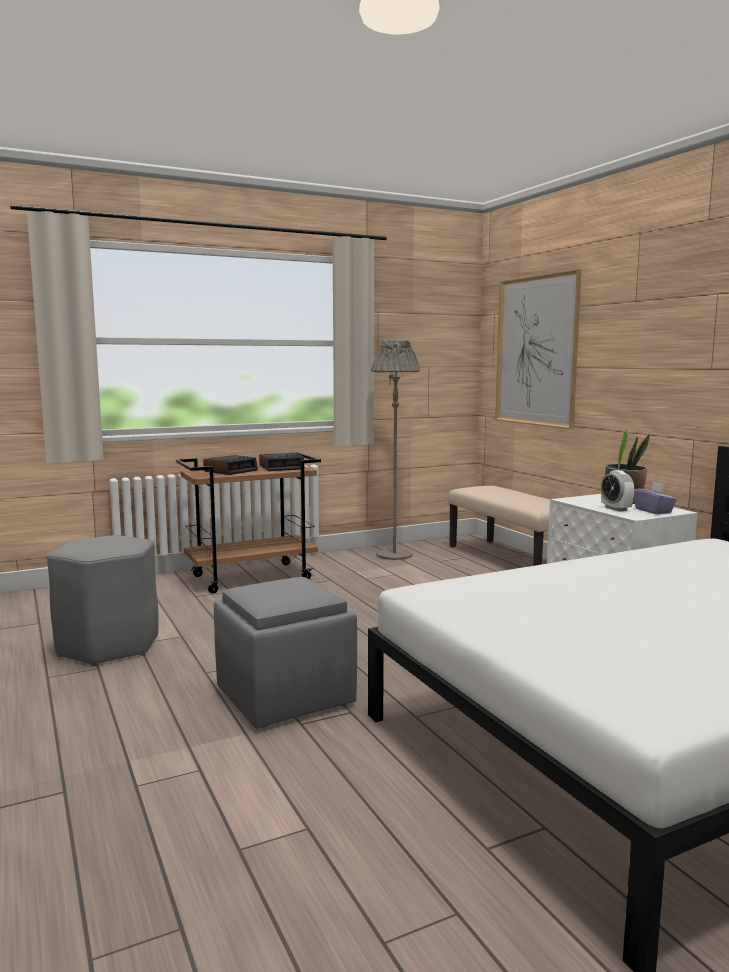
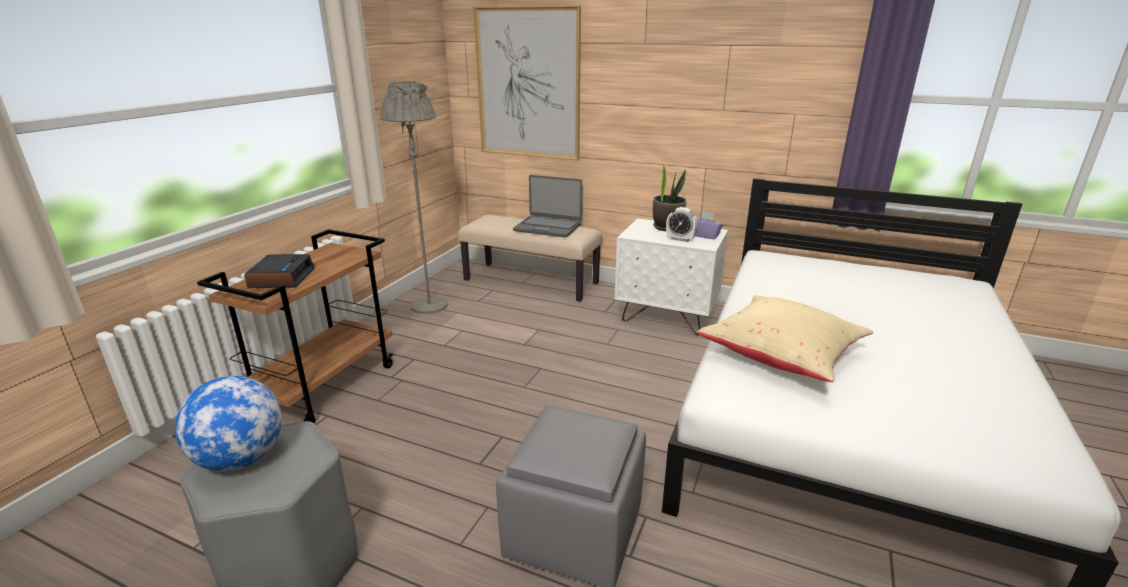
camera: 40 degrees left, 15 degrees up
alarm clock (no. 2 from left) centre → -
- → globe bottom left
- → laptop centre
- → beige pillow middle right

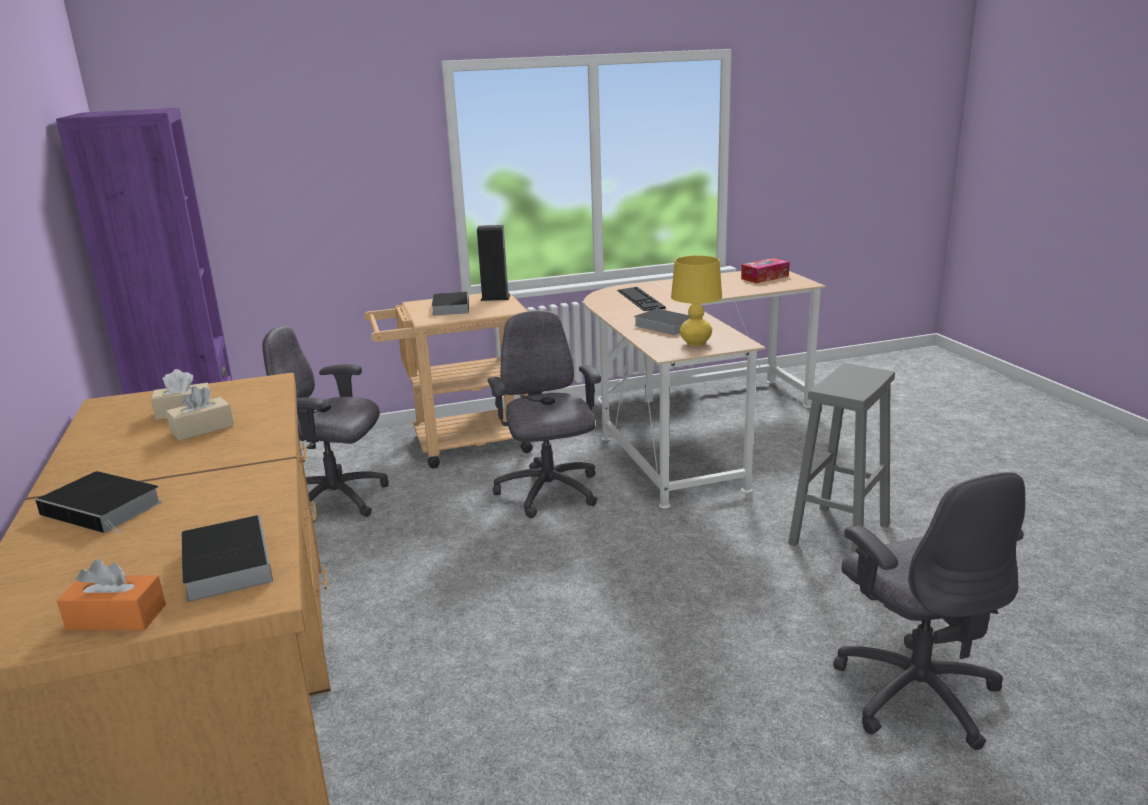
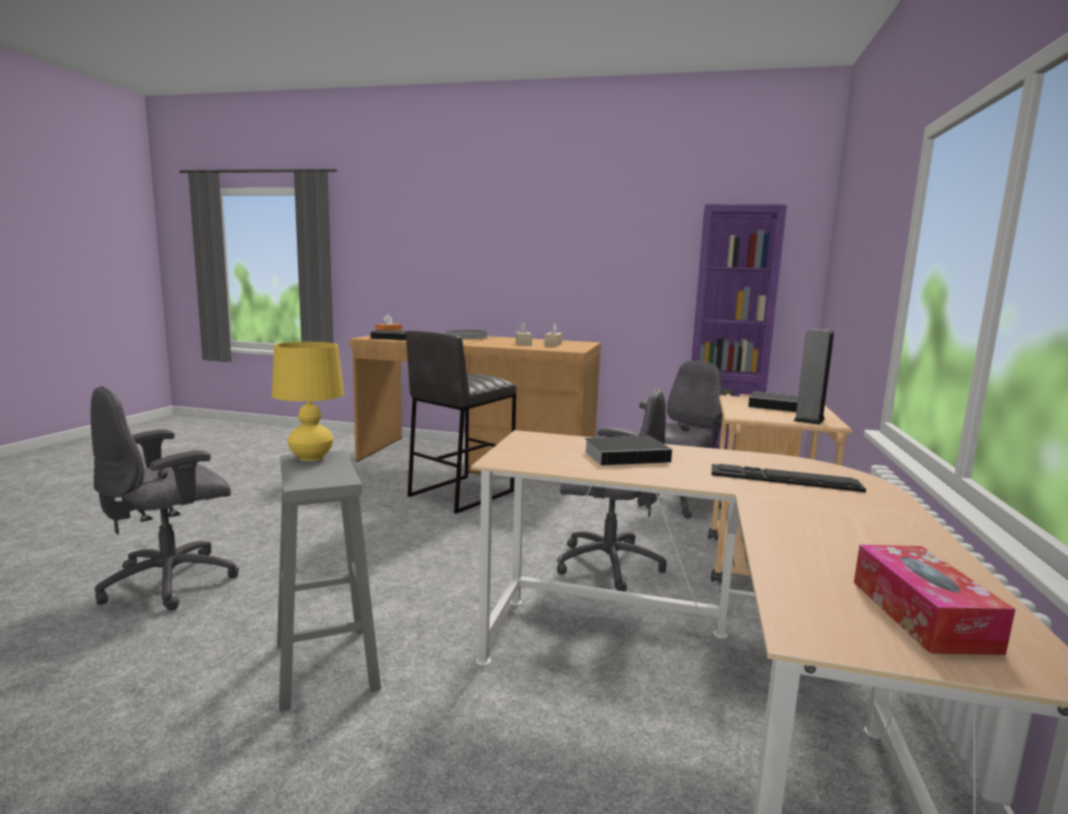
camera: 120 degrees right, 10 degrees down
yellow table lamp centre → yellow table lamp middle left, shifted
grey office chair (no. 3 from left in the first image) bottom right → grey office chair (no. 1 from left) middle left, 60 degrees counterclockwise
- → grey stool (no. 2 from left) centre

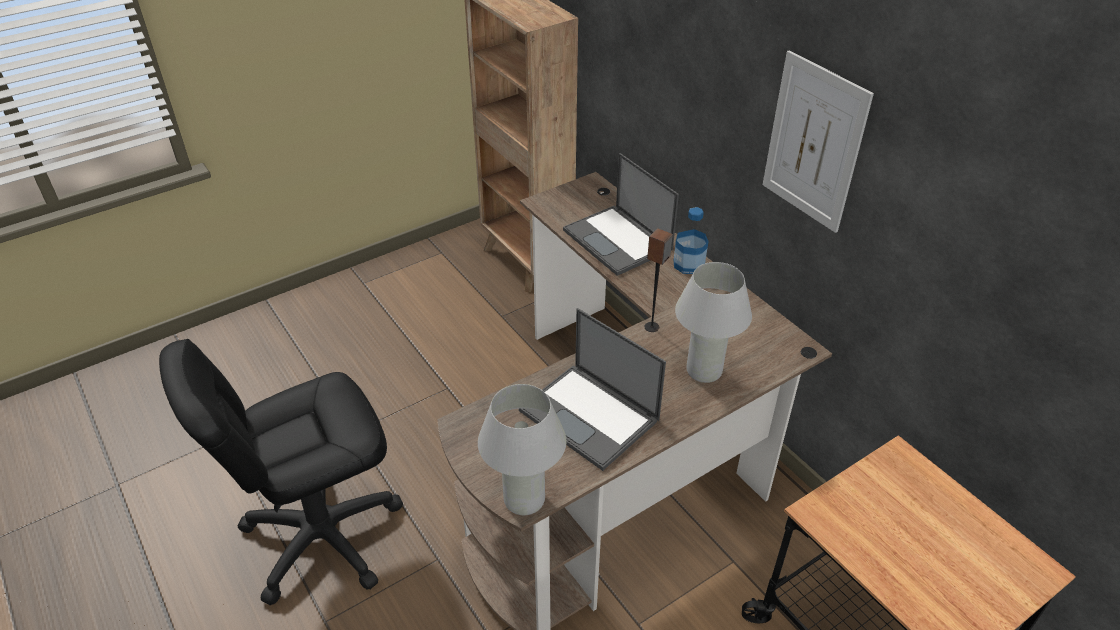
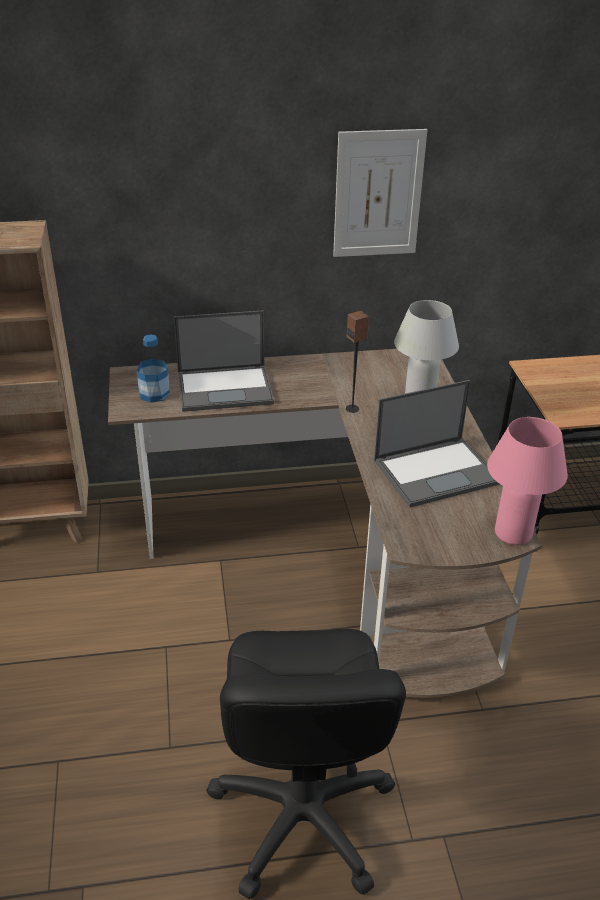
camera: 65 degrees left, 5 degrees down
white table lamp (no. 1 from left) bottom centre → pink table lamp middle right
bottle centre → bottle middle left, shifted

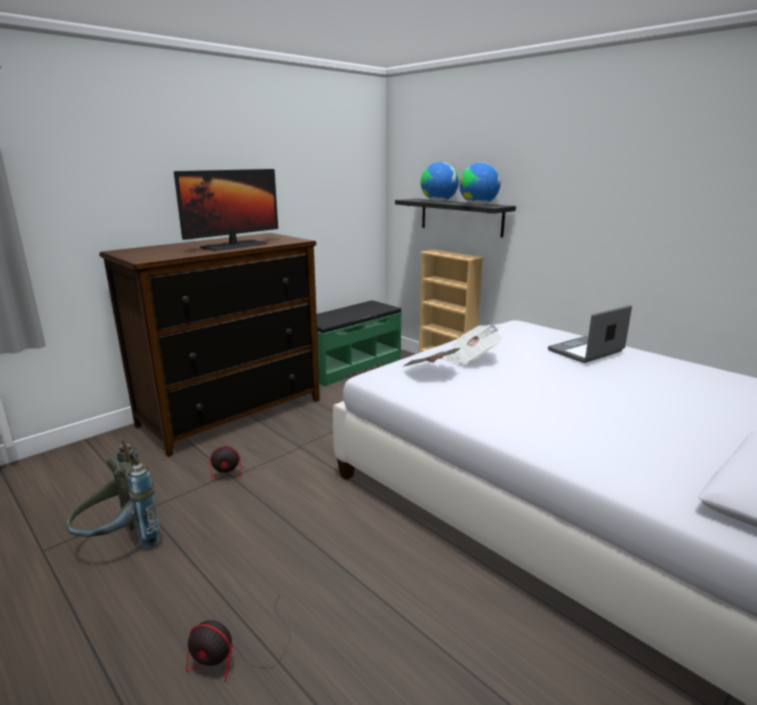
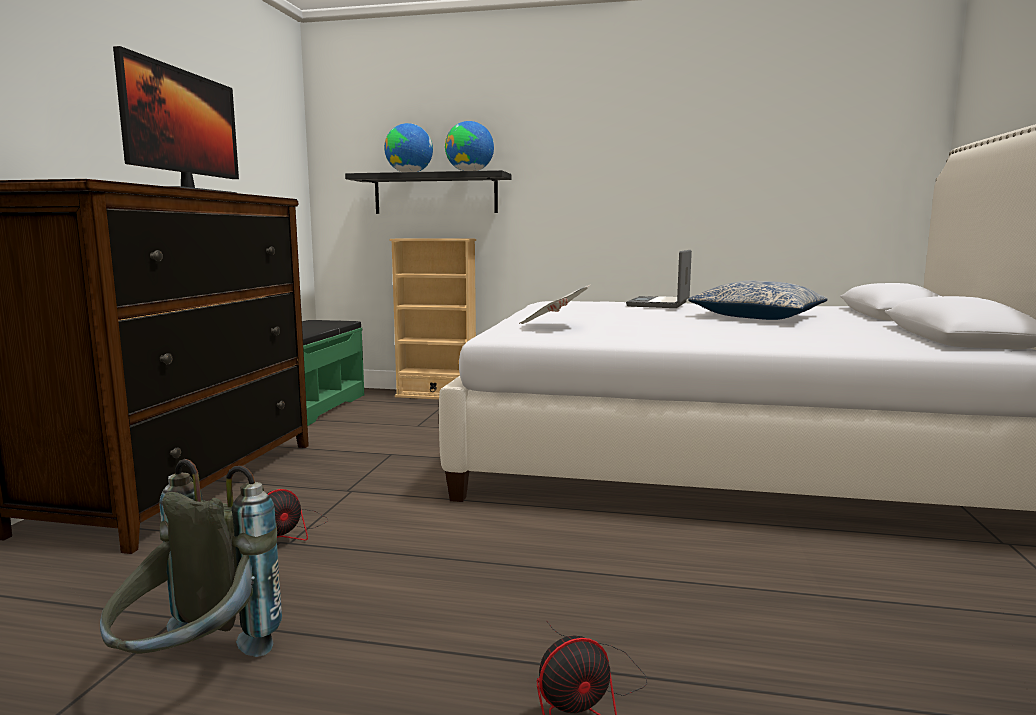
camera: 35 degrees left, 10 degrees down
newspaper (no. 2 from left) centre → -
- → pillow middle right

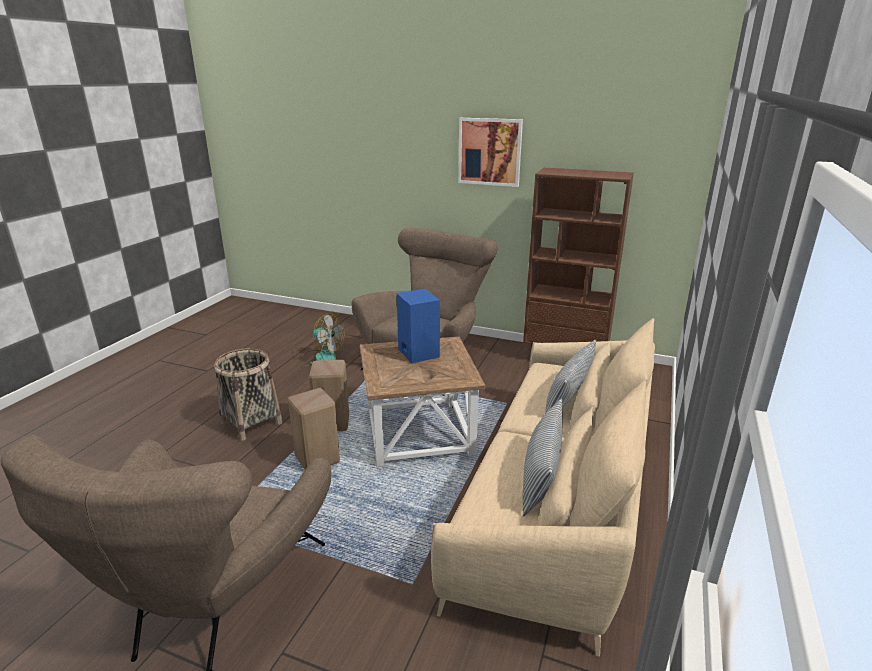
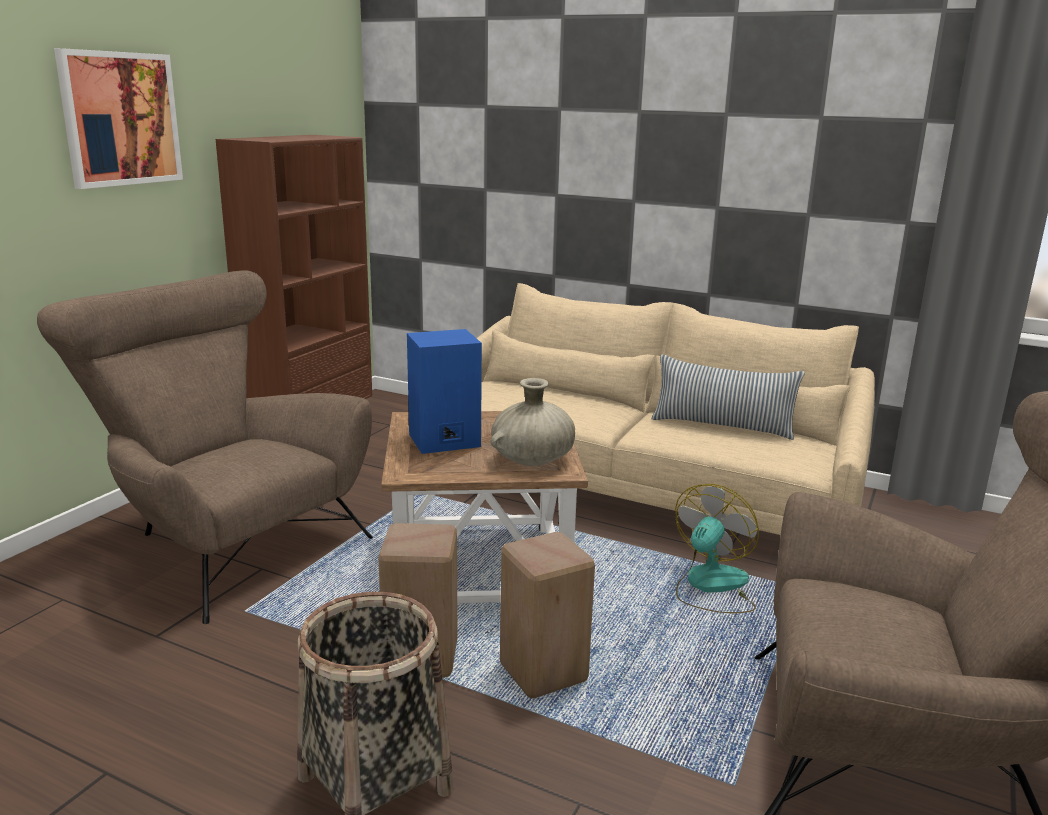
camera: 85 degrees left, 5 degrees down
fan centre → fan bottom right, shifted
pillow (no. 2 from left) centre → -
- → beige vase centre

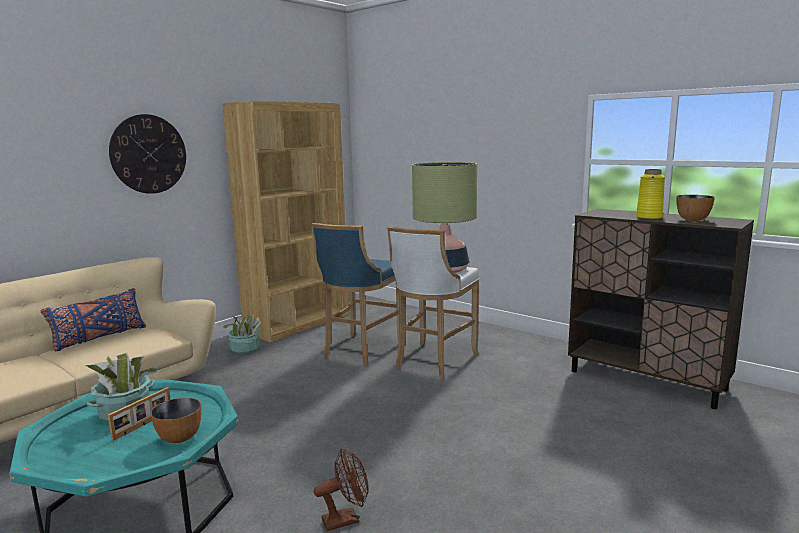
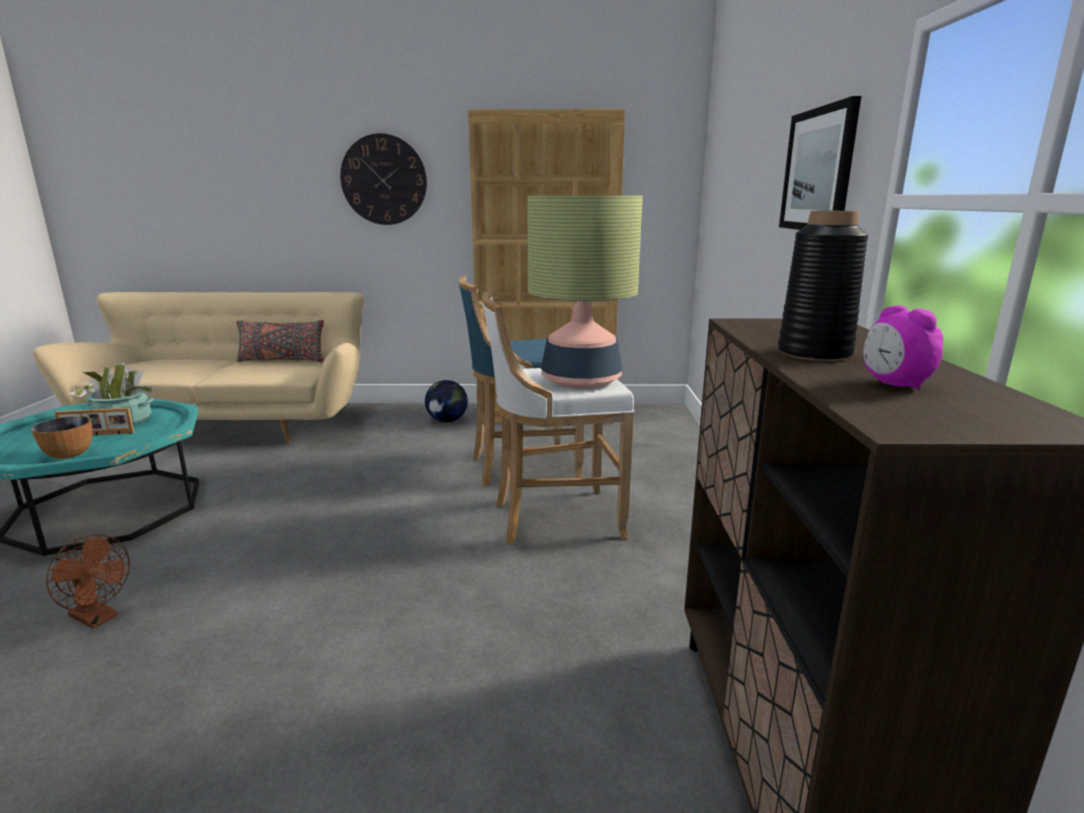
camera: 50 degrees right, 5 degrees up
blue pillow middle left → grey pillow middle left
potted plant (no. 2 from left) middle left → globe centre
yellow vase middle right → black vase middle right
bowl (no. 2 from left) middle right → alarm clock middle right
- → picture top right

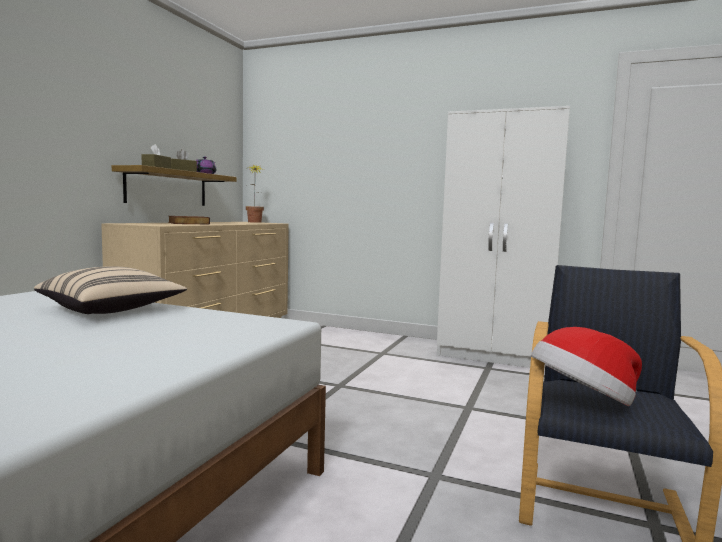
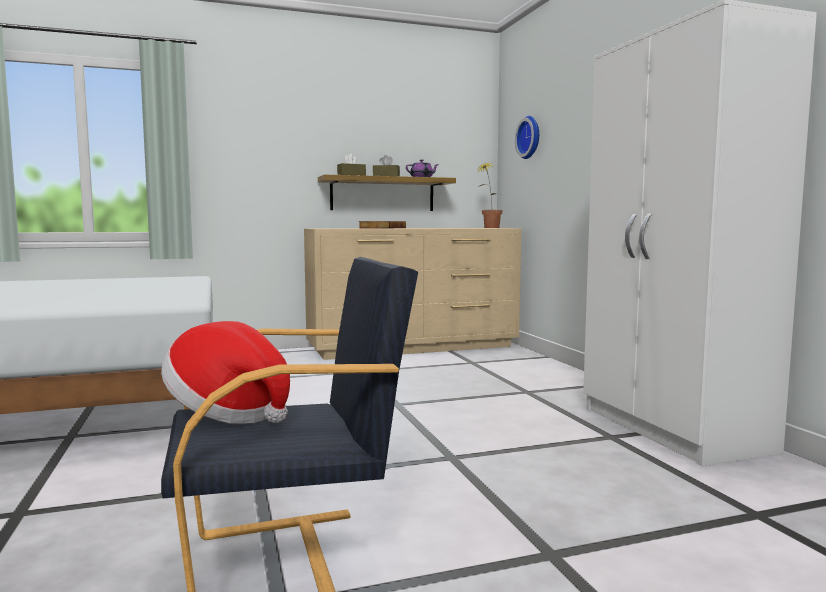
camera: 50 degrees right, 0 degrees up
beige pillow middle left → -
- → wall clock top centre

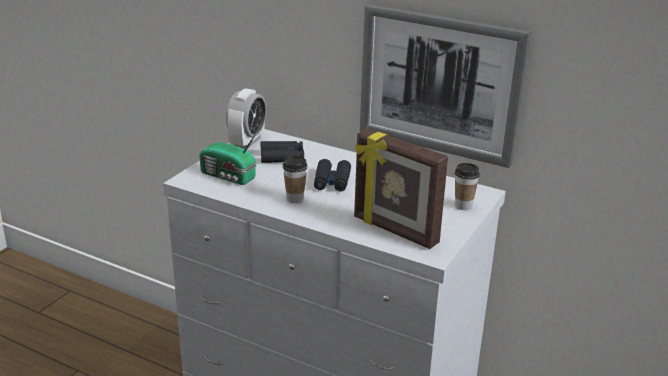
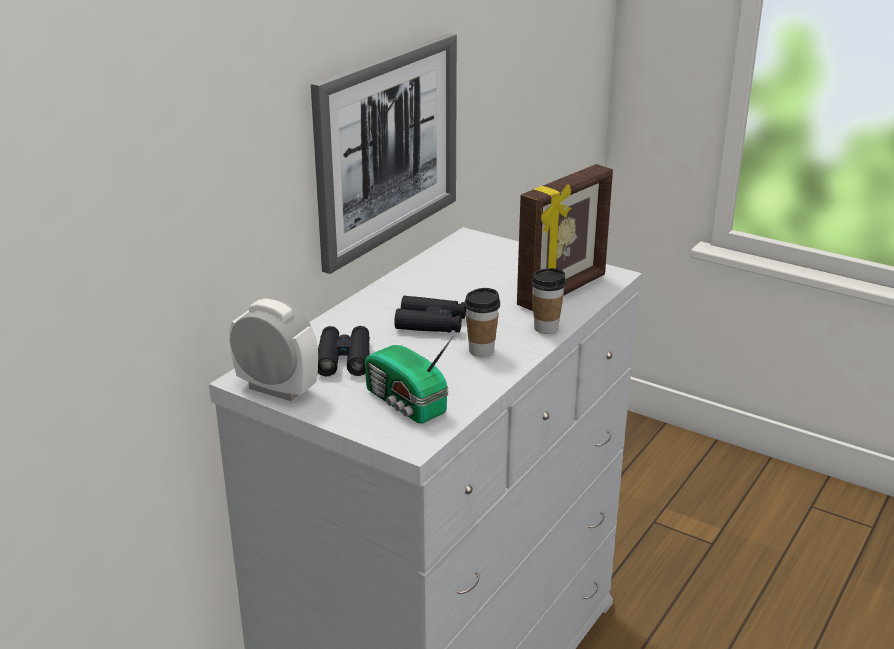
camera: 85 degrees left, 0 degrees up
radio centre, 105 degrees clockwise
cup (no. 2 from left) middle right → cup (no. 2 from left) centre, shifted

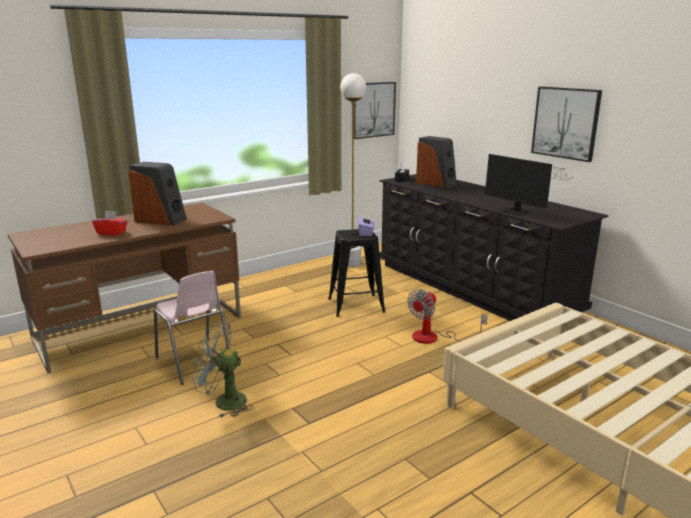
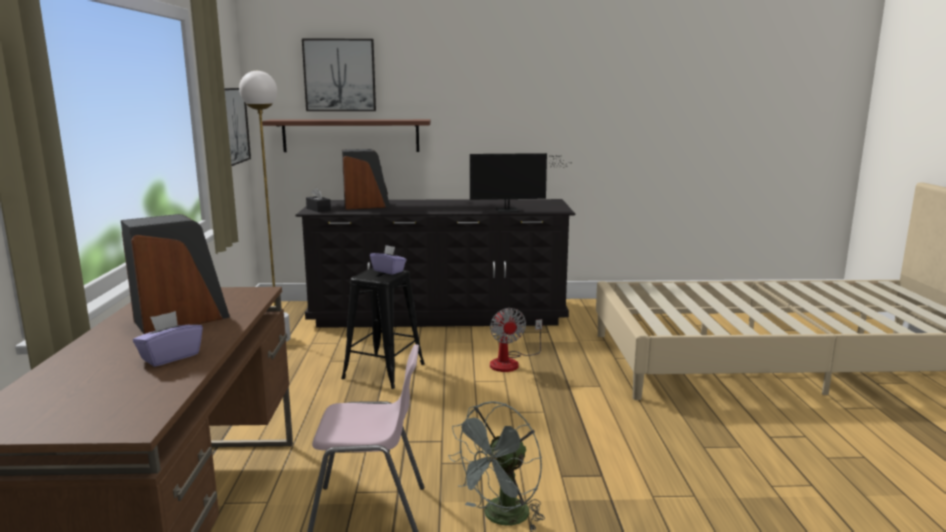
camera: 55 degrees left, 5 degrees down
red tissue box middle left → purple tissue box (no. 1 from left) middle left
picture (no. 2 from left) top right → picture (no. 2 from left) top centre, shifted
- → shelf top centre

